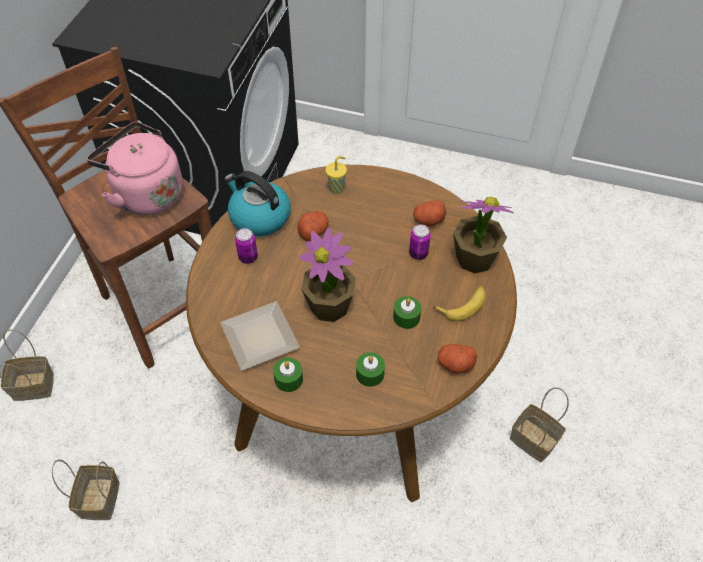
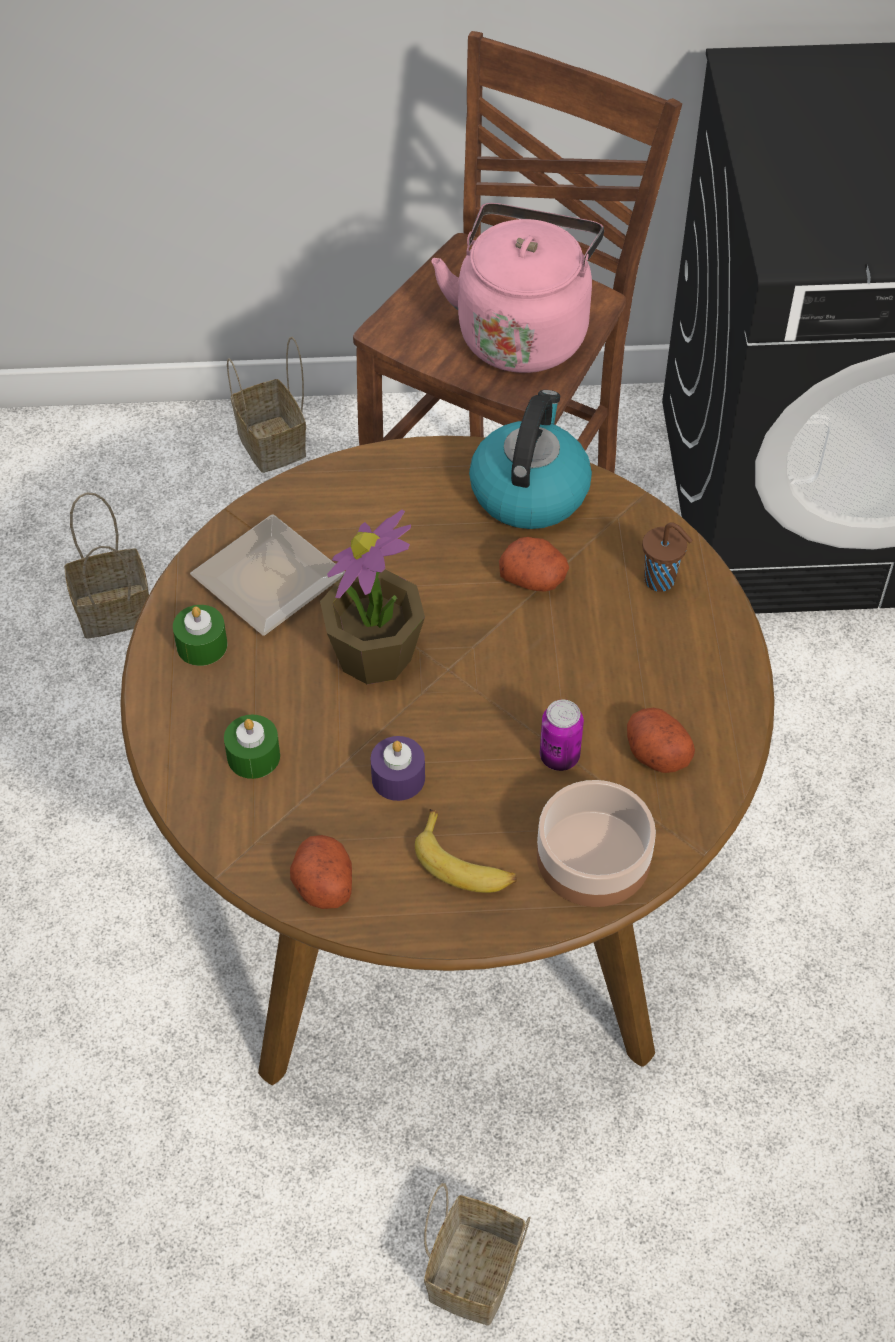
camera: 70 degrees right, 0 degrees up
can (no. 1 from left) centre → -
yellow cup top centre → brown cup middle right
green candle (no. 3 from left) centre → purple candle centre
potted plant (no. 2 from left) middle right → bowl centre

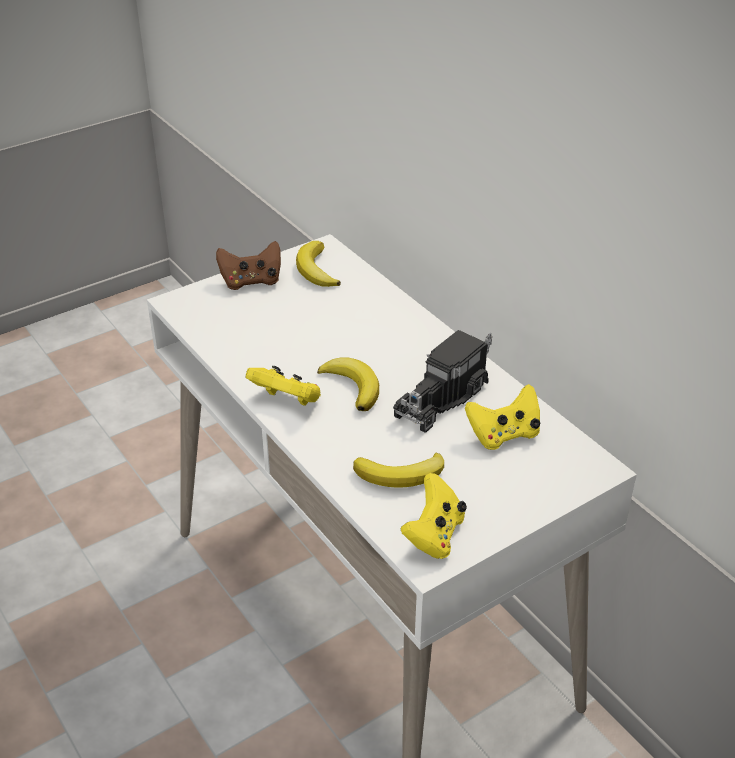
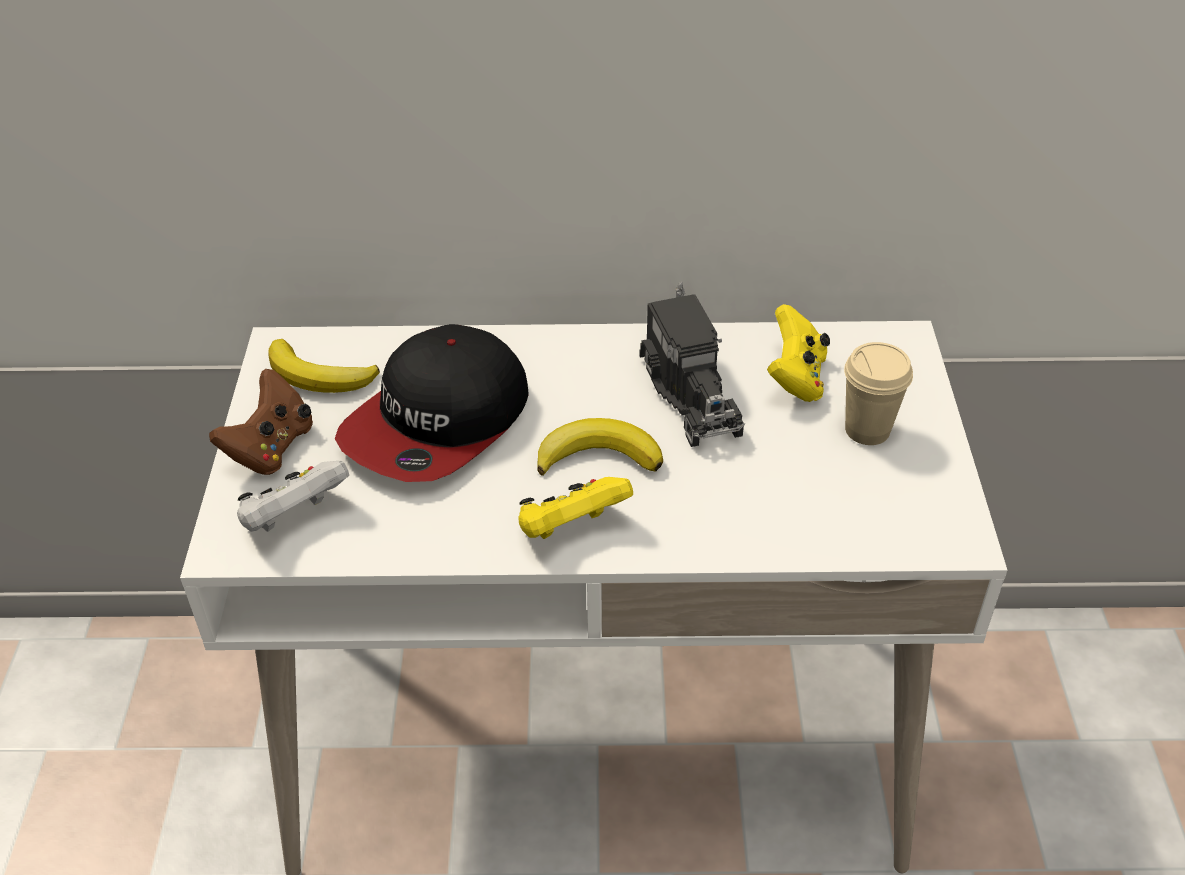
camera: 55 degrees left, 5 degrees up
banana (no. 3 from left) centre → -
yellow game controller (no. 2 from left) bottom centre → -
- → white game controller middle left
- → cap centre
- → beige cup middle right

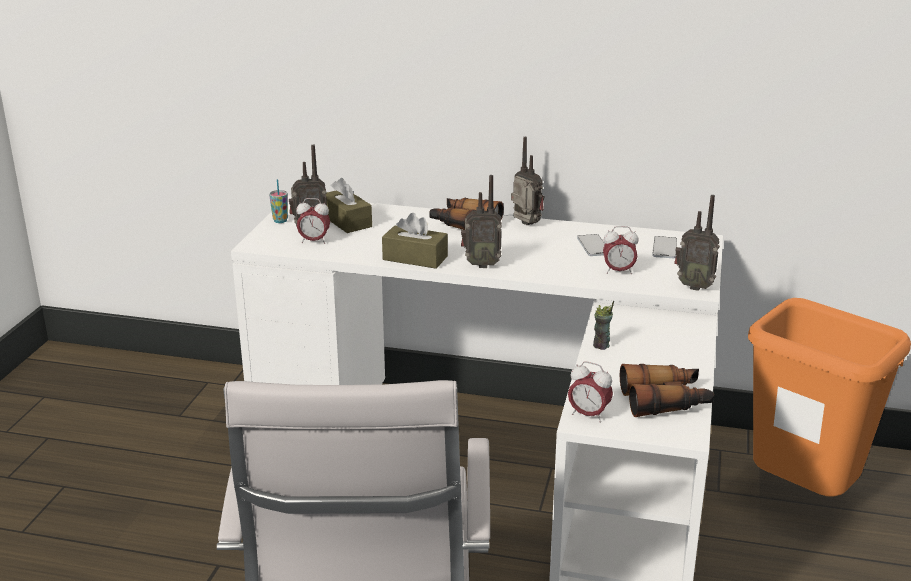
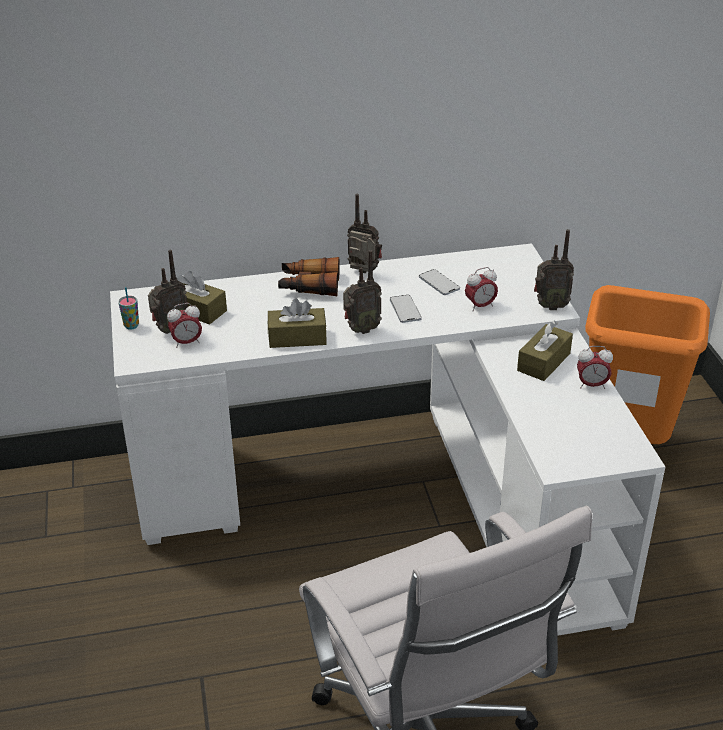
camera: 25 degrees left, 10 degrees up
alarm clock (no. 2 from left in the first image) bottom centre → alarm clock (no. 3 from left) middle right, shifted
cup (no. 2 from left) centre → -
binoculars (no. 2 from left) bottom right → -
phone (no. 2 from left in the first image) middle right → phone (no. 1 from left) centre, shifted
- → brown tissue box (no. 3 from left) middle right

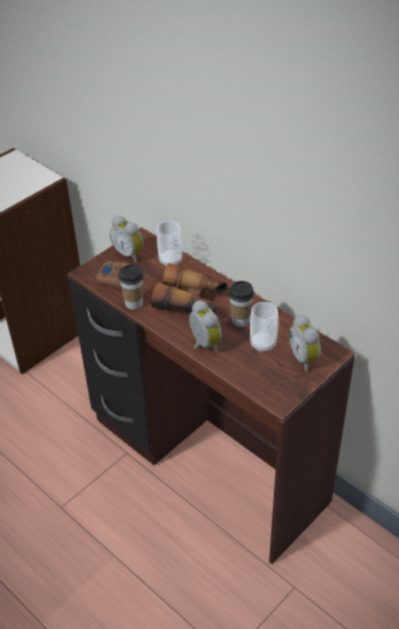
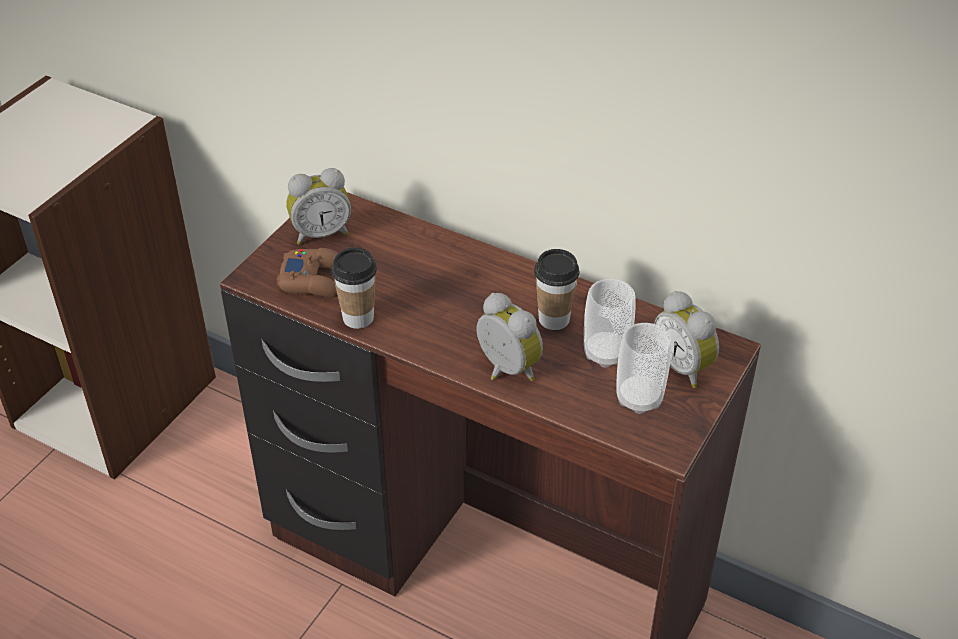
camera: 15 degrees left, 0 degrees up
alarm clock (no. 1 from left) middle left → alarm clock (no. 1 from left) top left, 45 degrees counterclockwise
binoculars centre → -
cup (no. 2 from left in the first image) centre → cup (no. 4 from left) middle right, shifted

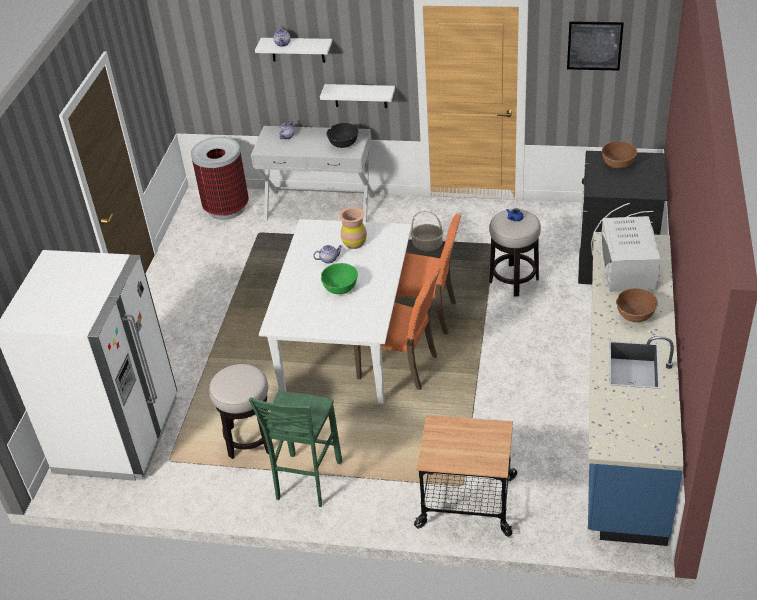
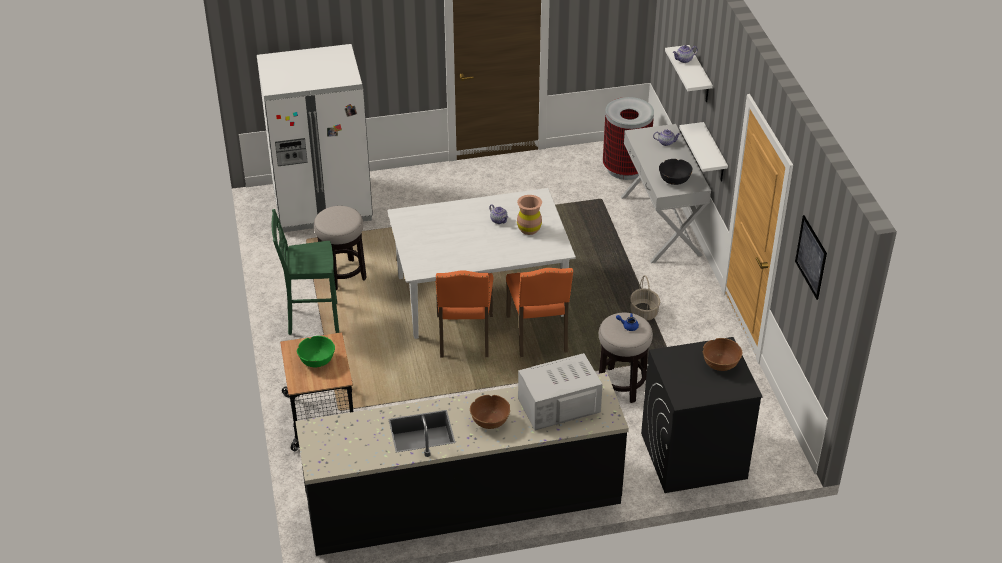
camera: 65 degrees right, 0 degrees up
green bowl centre → green bowl middle left, shifted
blue counter middle right → black counter bottom centre

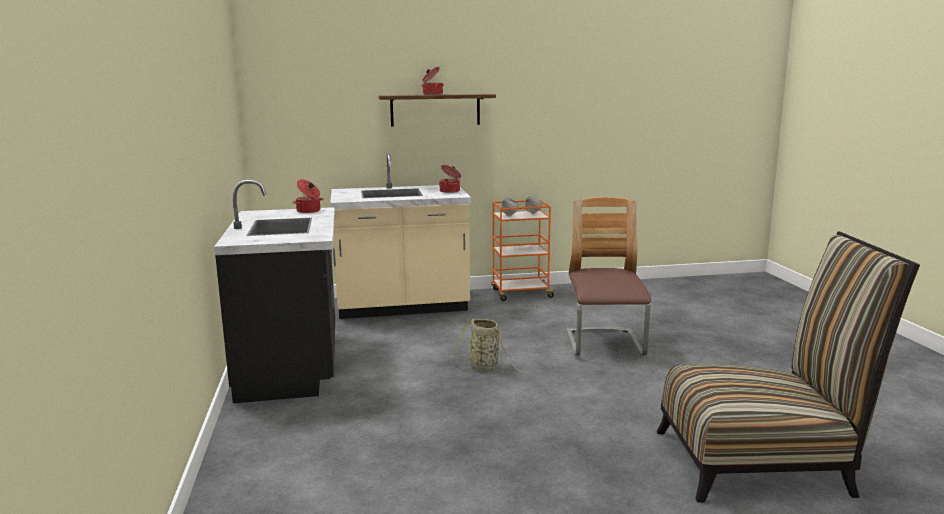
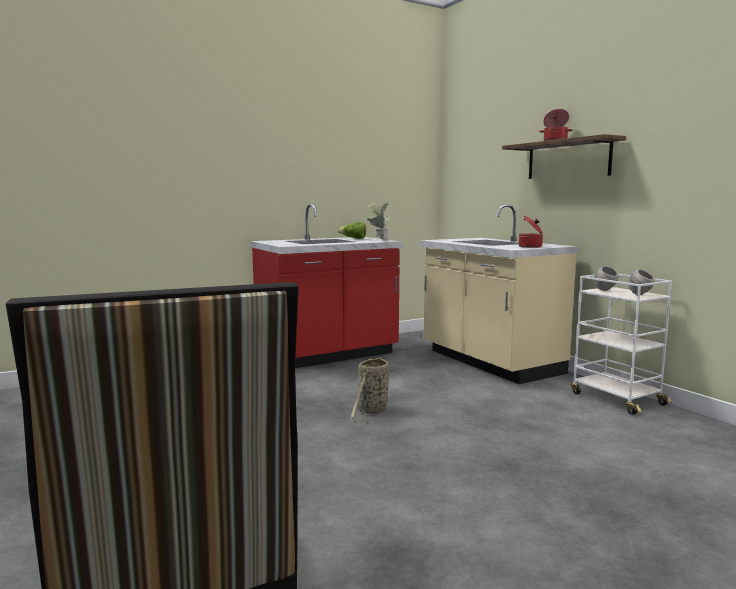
camera: 70 degrees right, 5 degrees down
black counter middle left → red counter centre
cooking pot (no. 1 from left) middle left → potted plant centre
orange cart centre → white cart middle right
chair (no. 1 from left) centre → -
- → lettuce centre

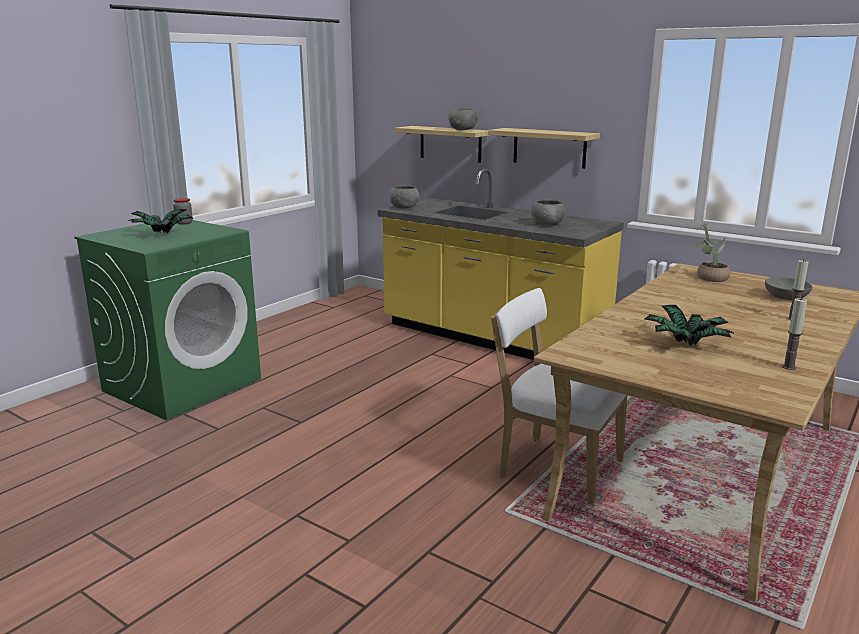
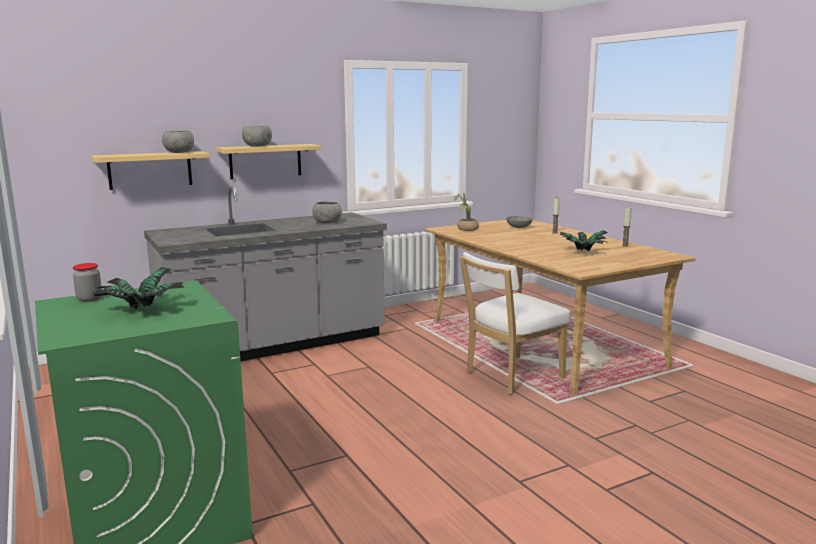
camera: 65 degrees left, 5 degrees down
yellow counter centre → grey counter middle left
grey bowl (no. 1 from left in the first image) top centre → grey bowl (no. 2 from left) top left, shifted

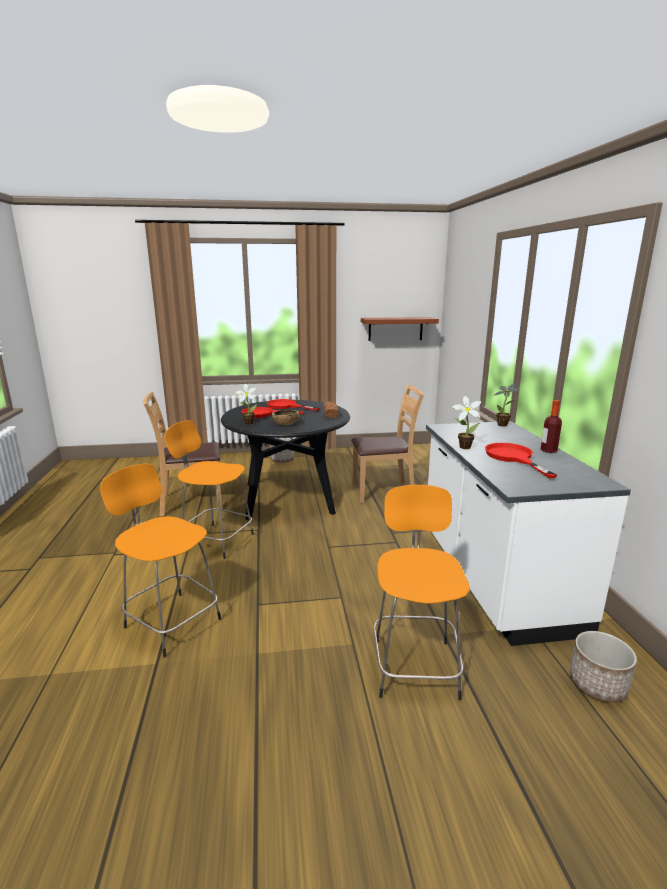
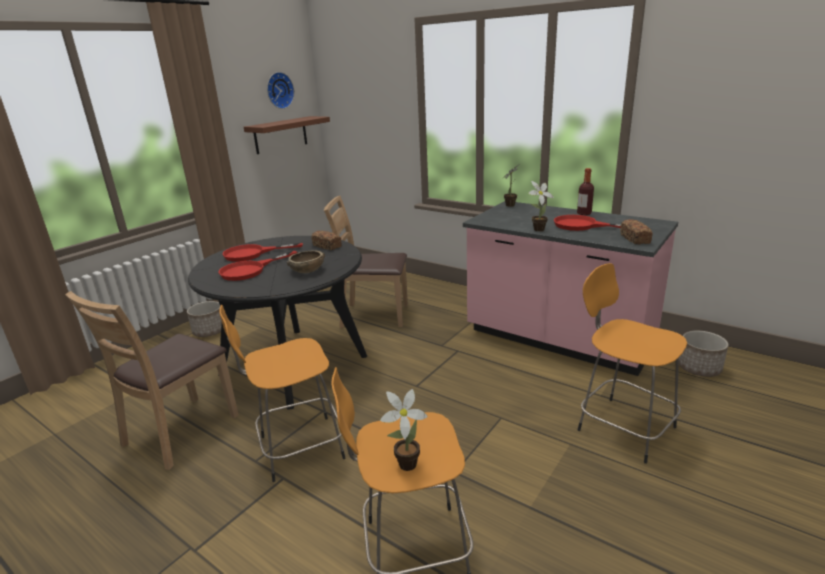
camera: 45 degrees left, 5 degrees up
potted plant (no. 1 from left) centre → potted plant (no. 1 from left) bottom centre, shifted
brown chair (no. 2 from left) centre, 120 degrees counterclockwise
white counter middle right → pink counter middle right
- → wall clock top centre
- → bread (no. 2 from left) middle right

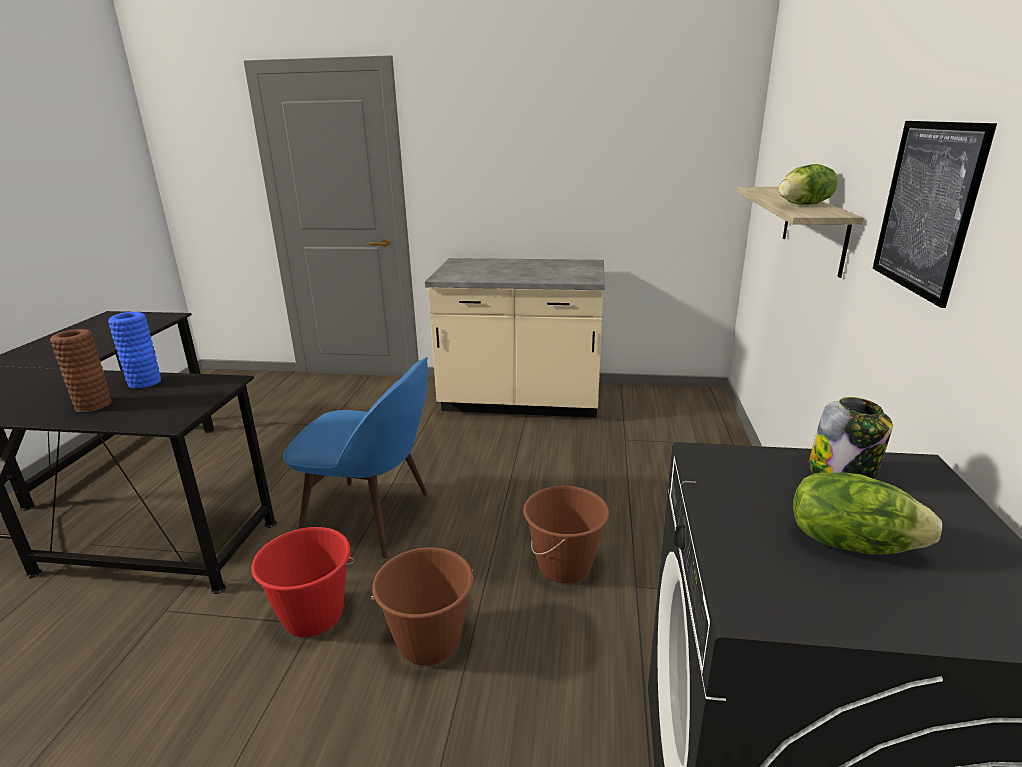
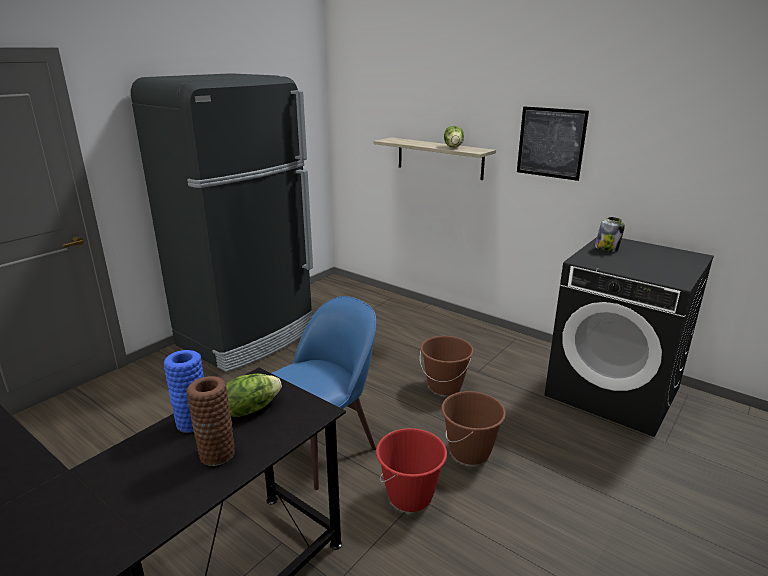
camera: 60 degrees left, 0 degrees up
beige counter centre → black fridge middle left
lettuce (no. 2 from left in the first image) bottom right → lettuce (no. 1 from left) bottom left, shifted

